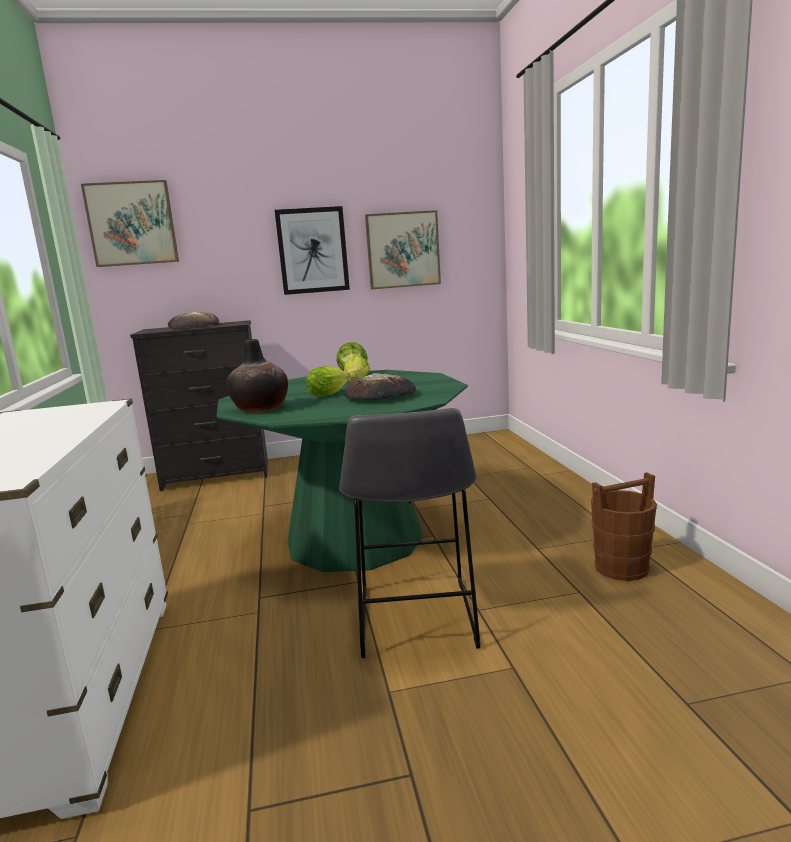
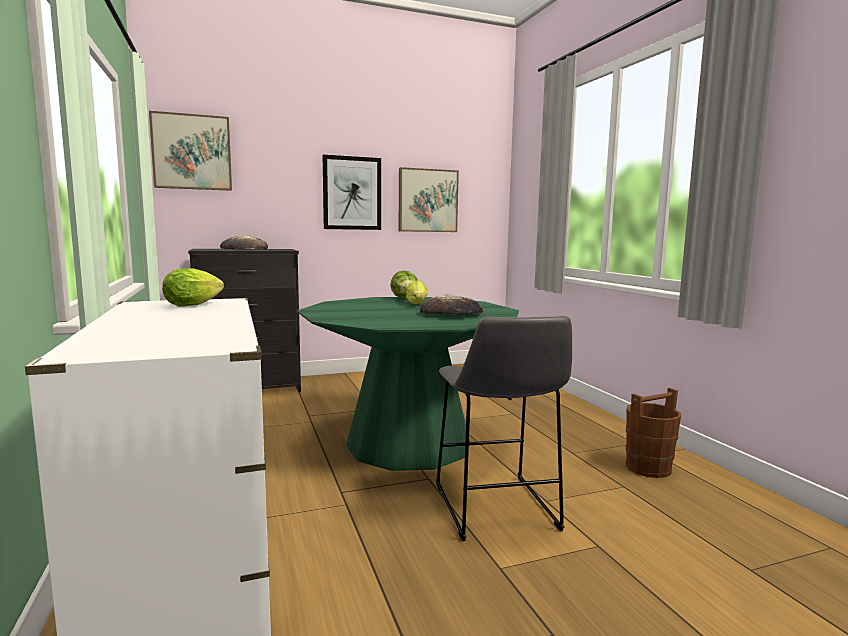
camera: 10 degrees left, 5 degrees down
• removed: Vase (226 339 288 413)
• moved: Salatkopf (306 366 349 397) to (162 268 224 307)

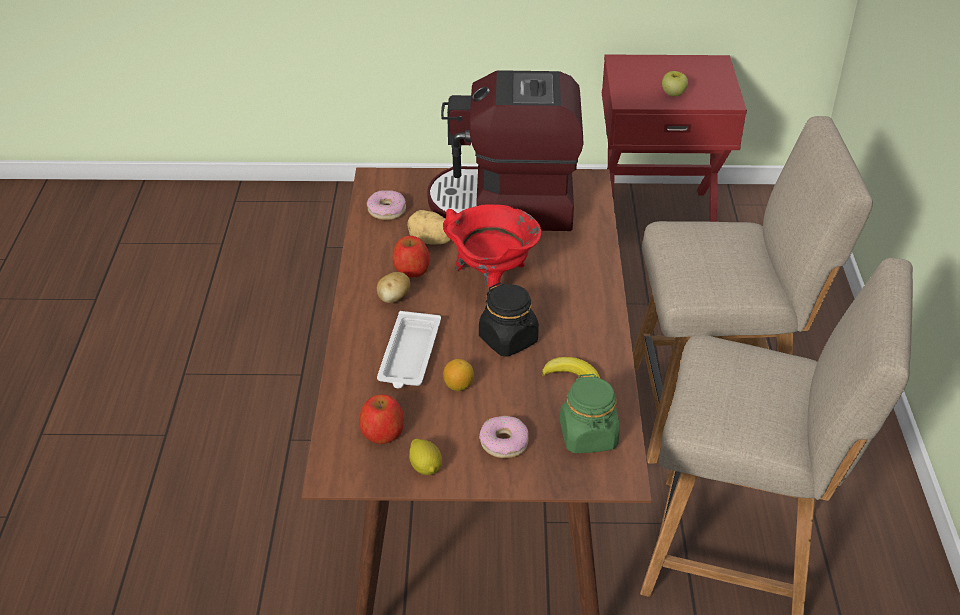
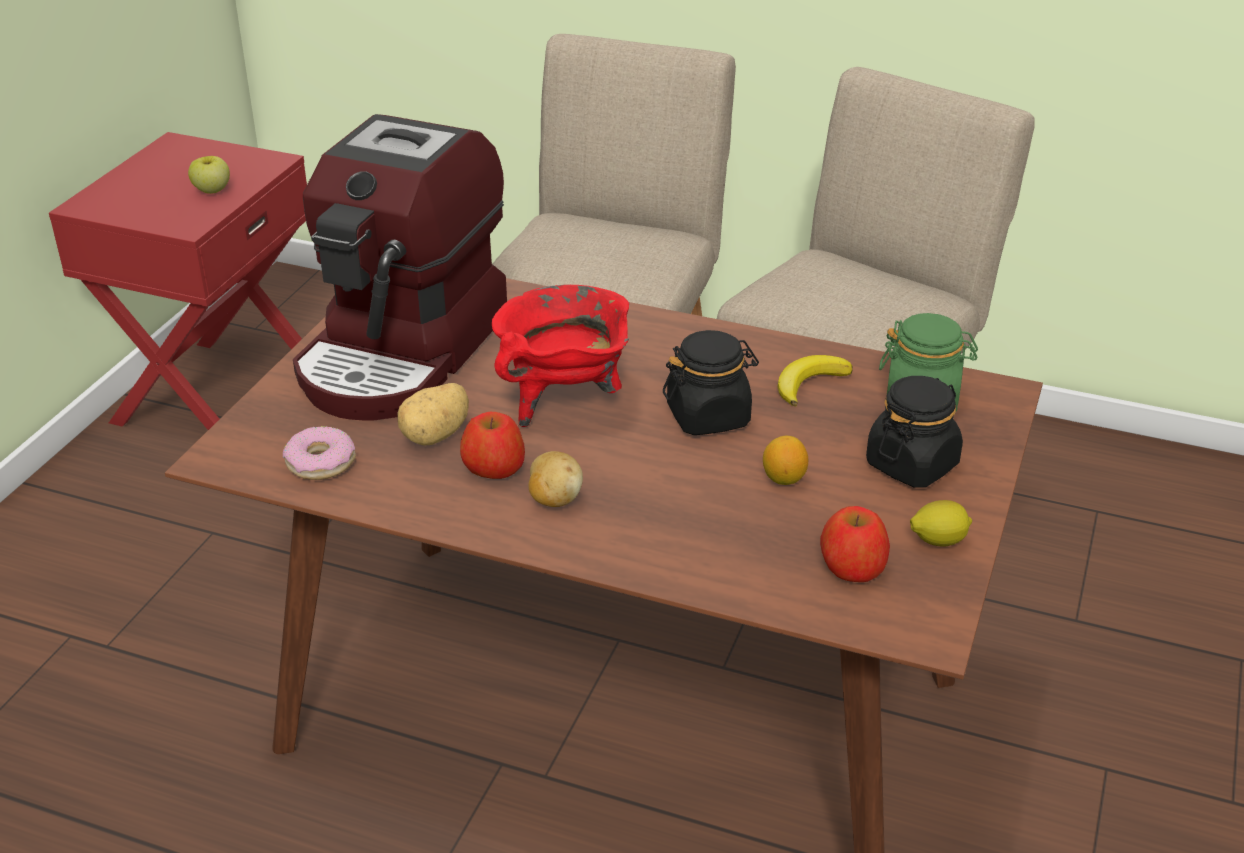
camera: 70 degrees left, 5 degrees down
• removed: Tablett [weiß] (377 311 441 388)
• replaced: Donut (479 416 529 458) to Vorratsglas [schwarz] (866 376 963 488)

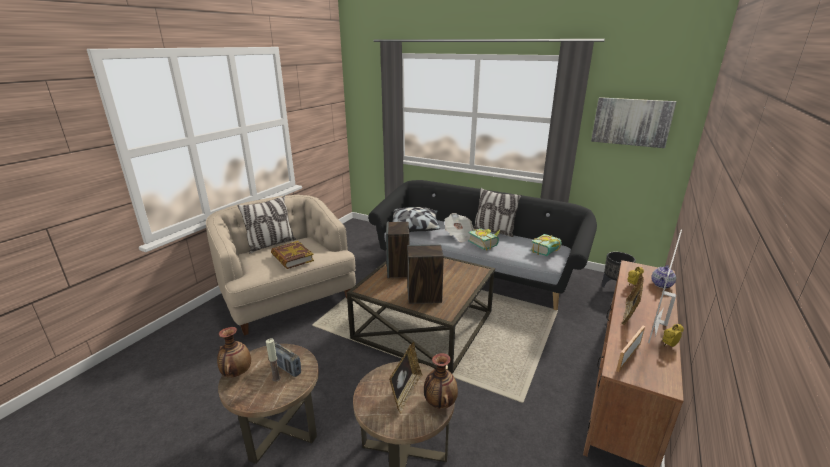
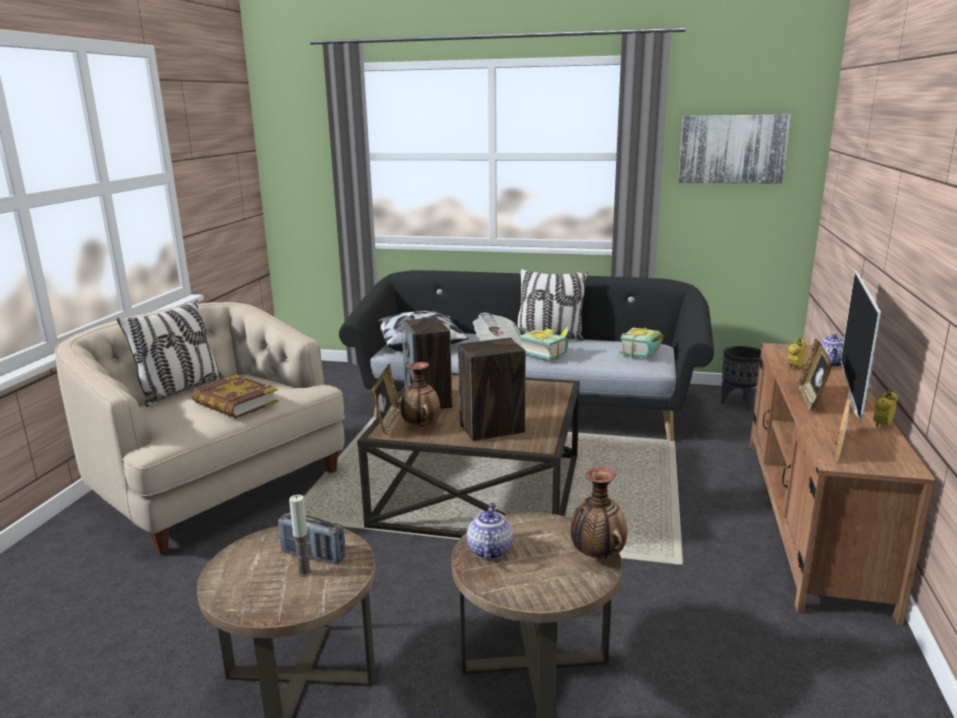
camera: 15 degrees left, 5 degrees down
• moved: Vase (217 327 251 378) to (401 362 441 427)
• moved: Bilderrahmen (389 342 423 414) to (371 364 401 435)
• added: Teekanne (467 503 513 560)

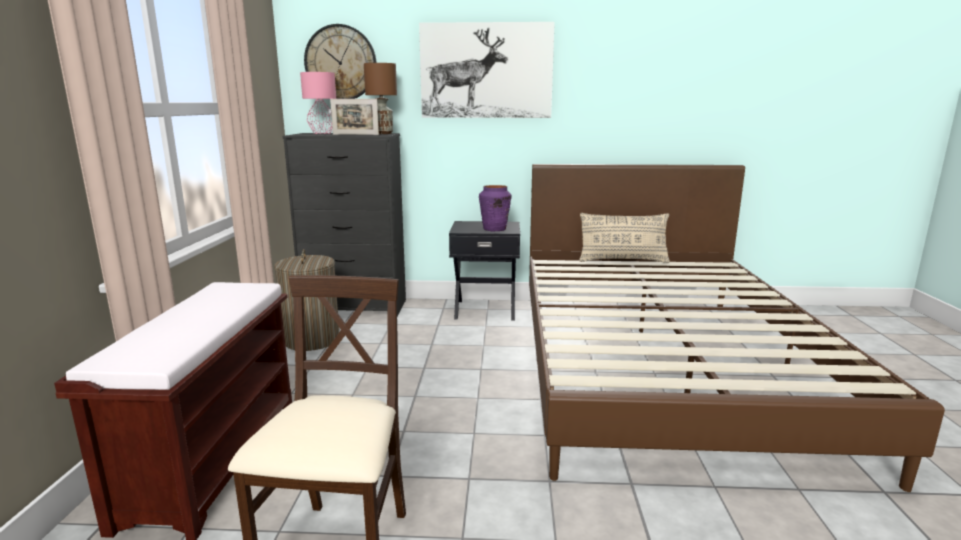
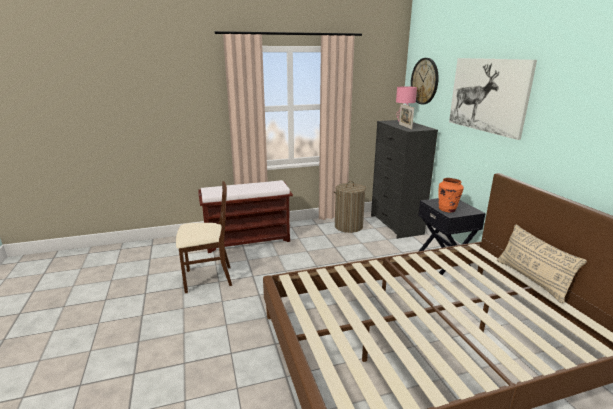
camera: 70 degrees right, 5 degrees up
• removed: Tischlampe [braun] (364 63 397 134)
• recoloured: Vase [lila] (479 185 511 231) to Vase [orange] (438 178 464 213)

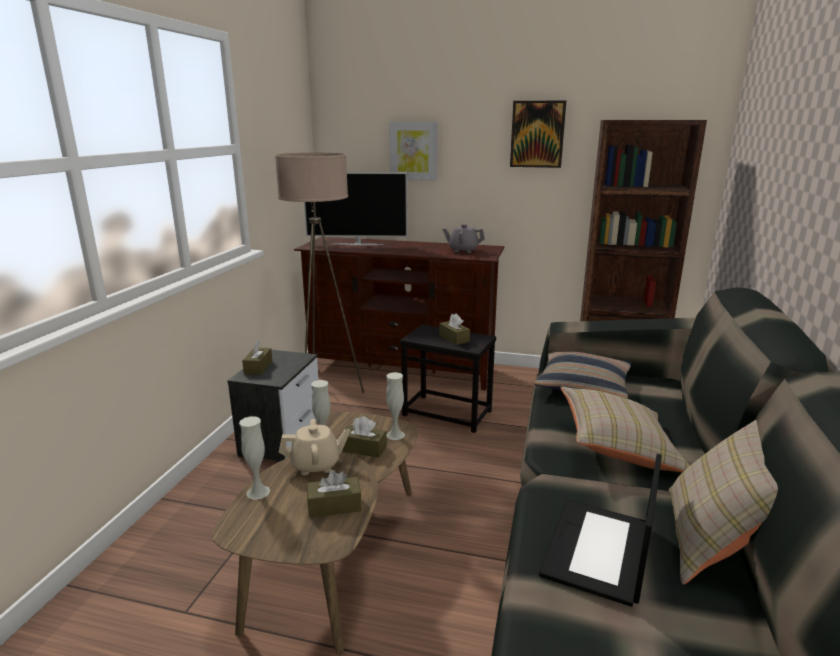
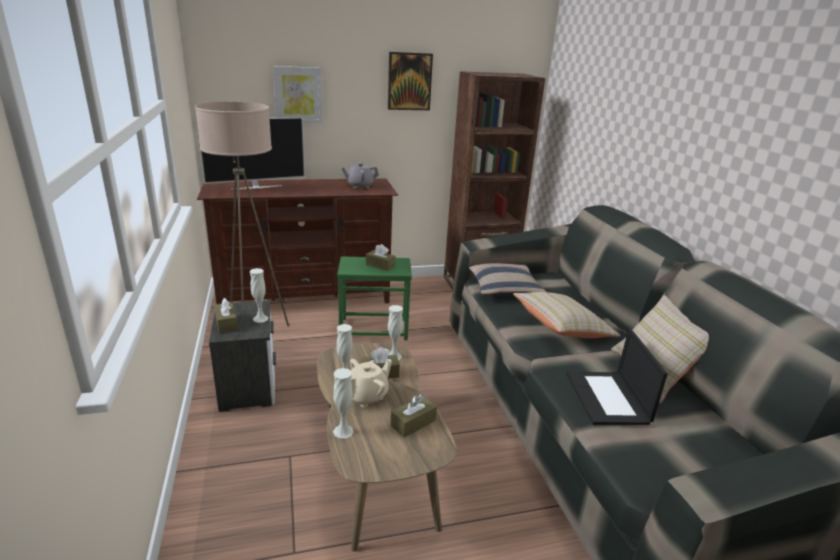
camera: 30 degrees left, 5 degrees up
• recoloured: Beistelltisch [schwarz] (400 324 496 433) to Beistelltisch [grün] (337 256 412 340)
• added: Vase [weiß] (250 268 268 323)

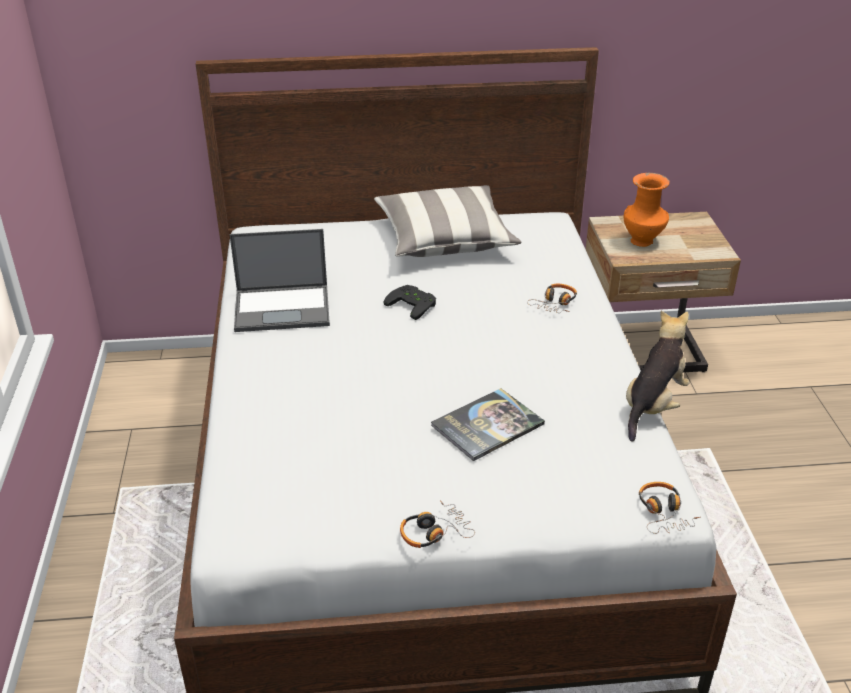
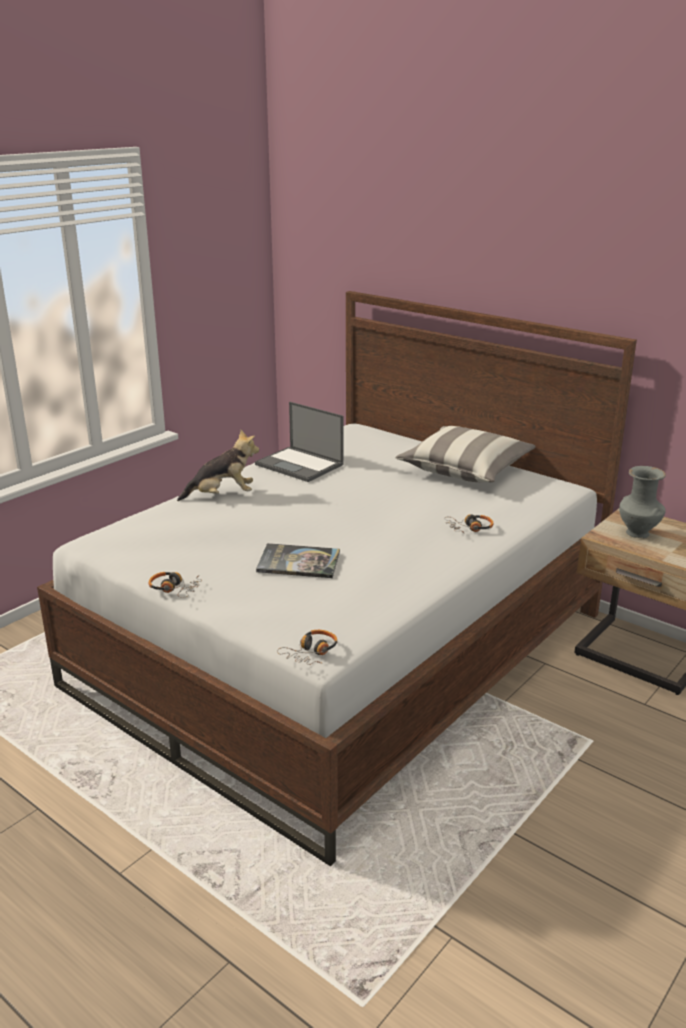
camera: 45 degrees right, 10 degrees down
• recoloured: Vase [orange] (624 173 670 247) to Vase [grau] (619 466 666 538)
• removed: Gamepad [schwarz] (383 285 436 320)
• moved: Plüschtier (626 311 689 441) to (177 430 259 501)

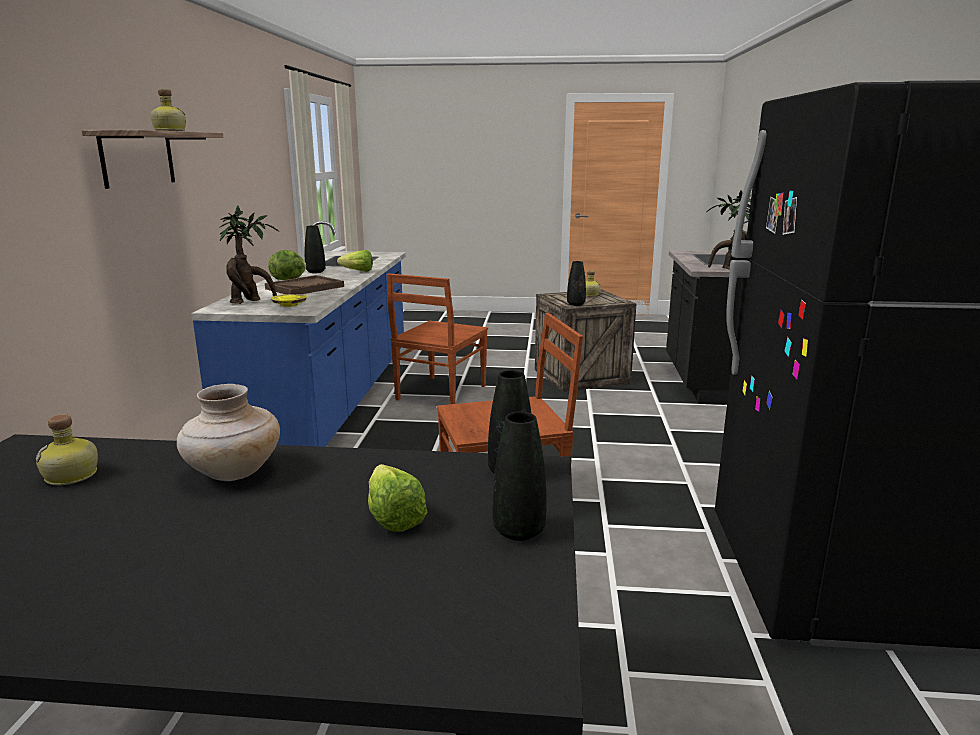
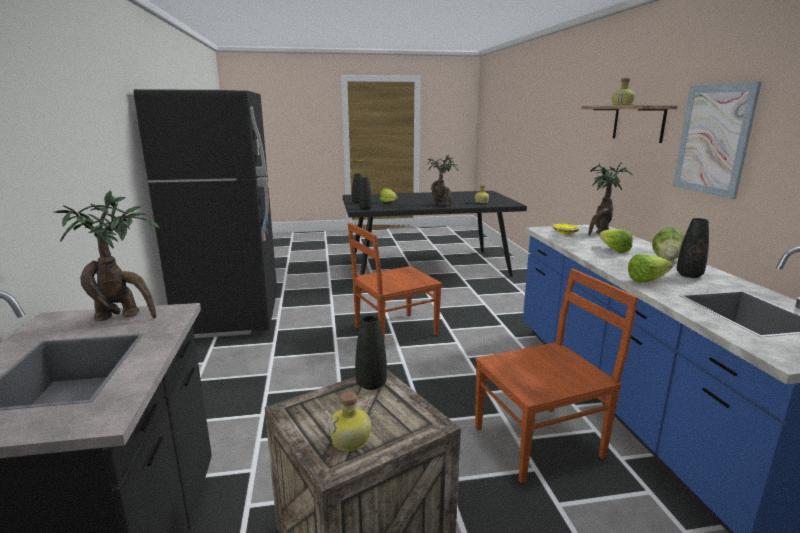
camera: 165 degrees right, 0 degrees up
• turned: Stuhl [braun] (386 273 488 404) = (475 269 638 483) 60 degrees clockwise
• replaced: Tablett [braun] (265 275 344 294) to Salatkopf (599 229 633 253)
• replaced: Vase [beige] (177 384 280 481) to Topfpflanze (427 154 458 207)
• added: Bild (673 82 762 199)

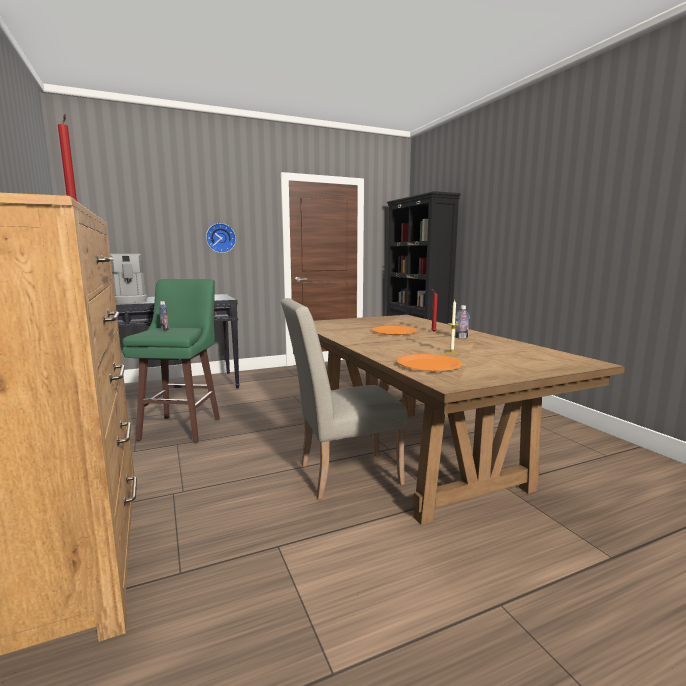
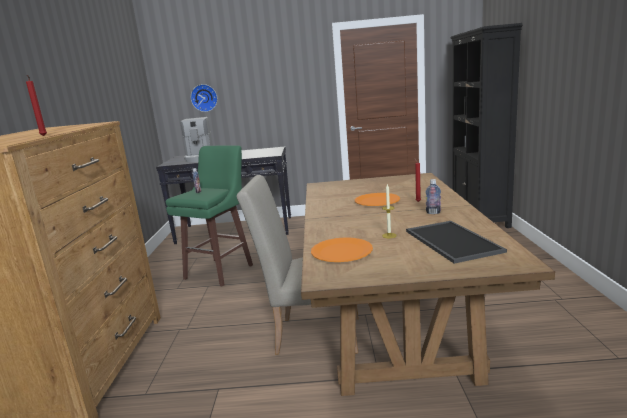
camera: 25 degrees right, 5 degrees up
• moved: Wanduhr (206 223 236 253) to (191 84 218 112)
• added: Tablett (406 221 507 264)

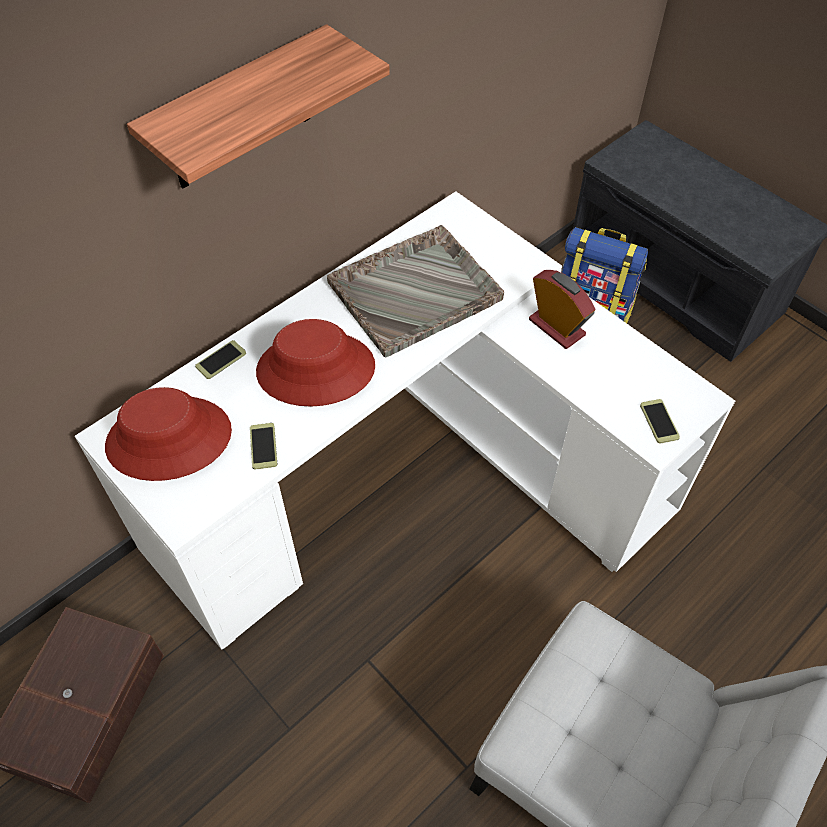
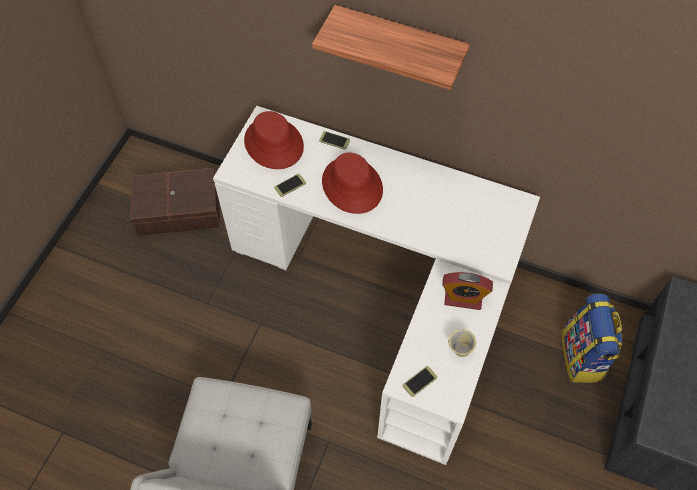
camera: 65 degrees right, 5 degrees up
• removed: Tablett [grau] (327 225 504 357)
• turned: Wecker (529 270 595 349) = (442 272 493 310) 75 degrees clockwise
• added: Henkelbecher [beige] (448 329 476 357)

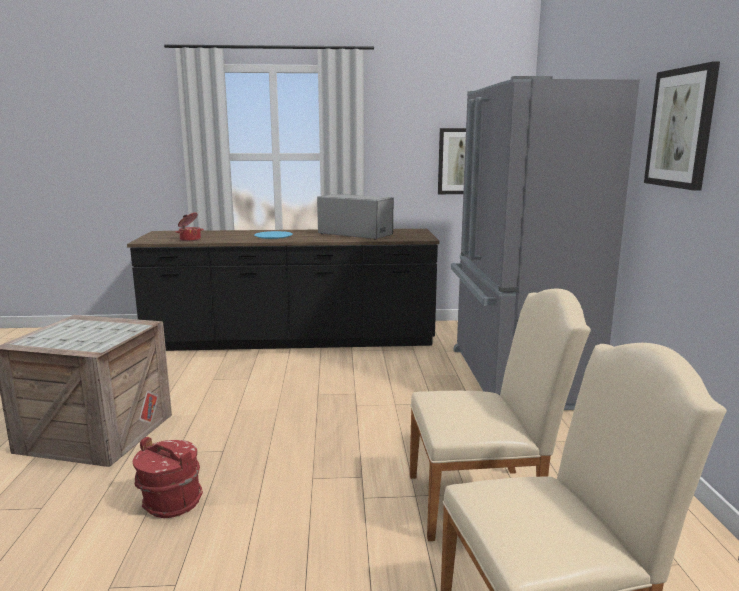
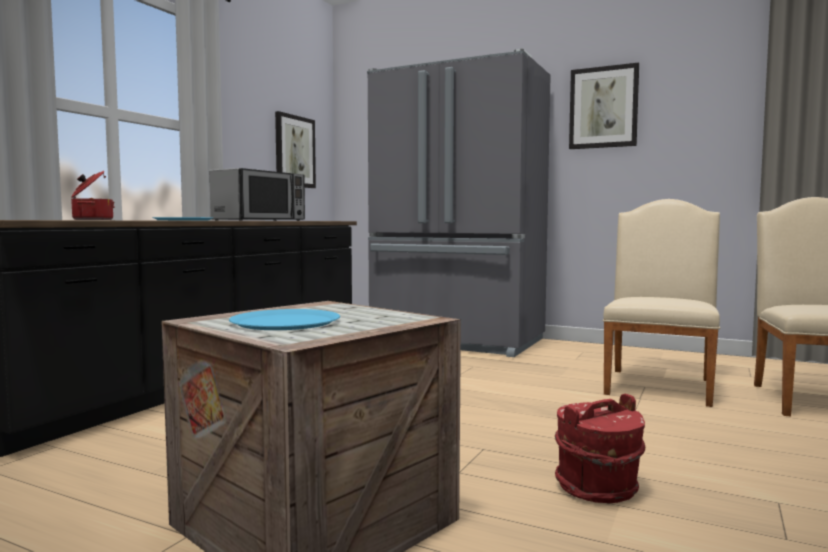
camera: 60 degrees left, 10 degrees down
• turned: Mikrowelle (317 194 393 240) = (209 168 305 221) 150 degrees clockwise
• added: Teller [blau] (229 309 340 330)

